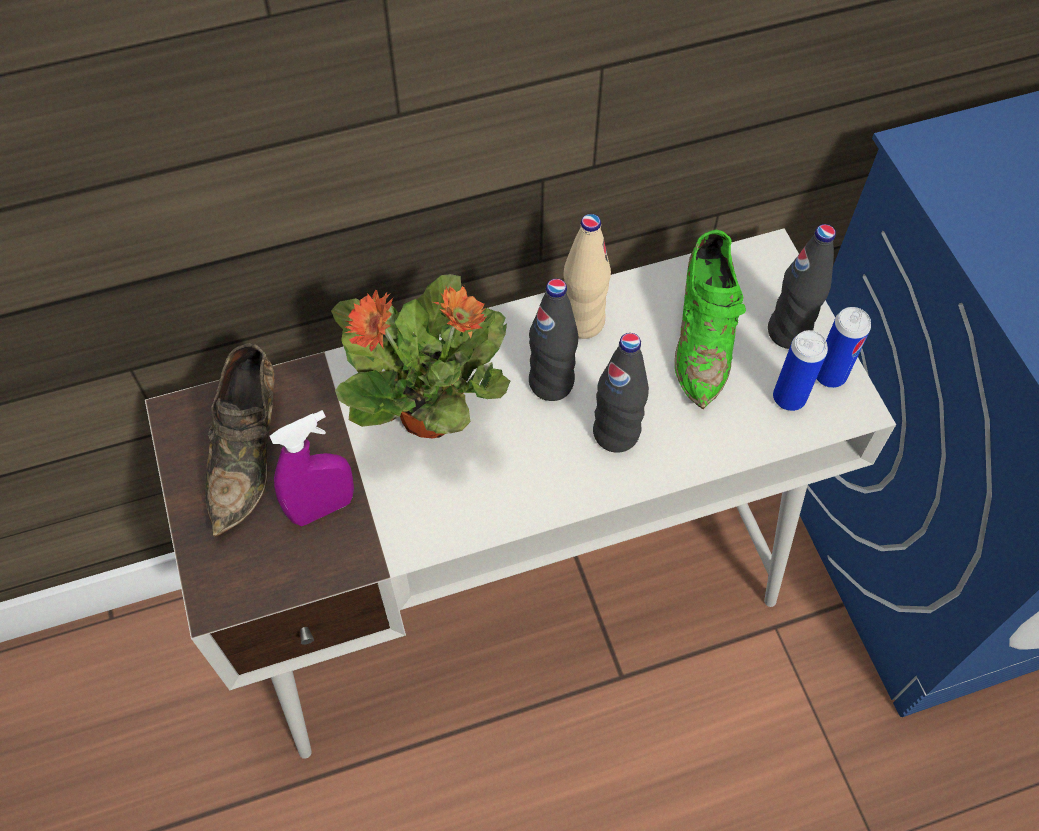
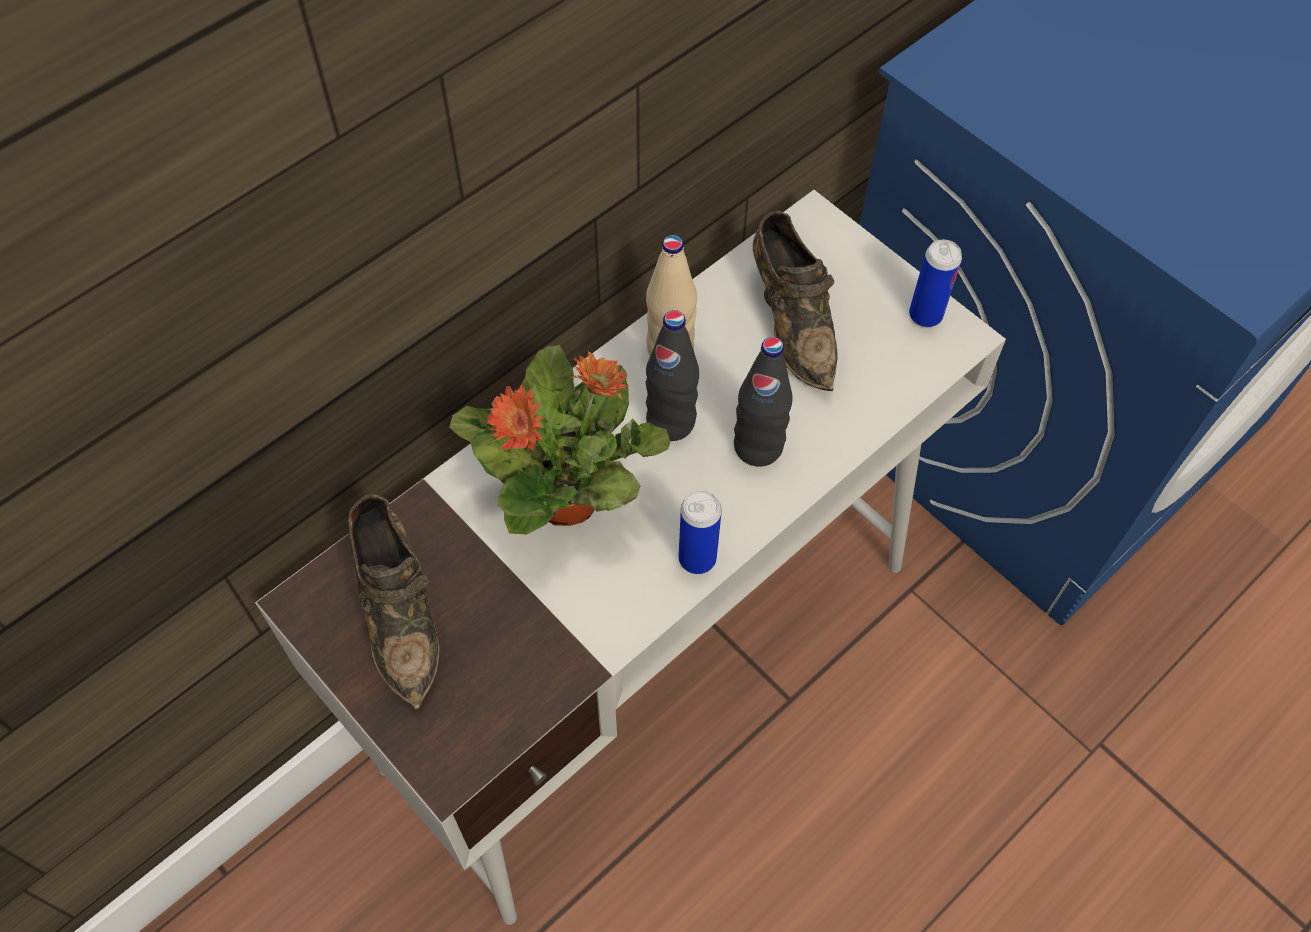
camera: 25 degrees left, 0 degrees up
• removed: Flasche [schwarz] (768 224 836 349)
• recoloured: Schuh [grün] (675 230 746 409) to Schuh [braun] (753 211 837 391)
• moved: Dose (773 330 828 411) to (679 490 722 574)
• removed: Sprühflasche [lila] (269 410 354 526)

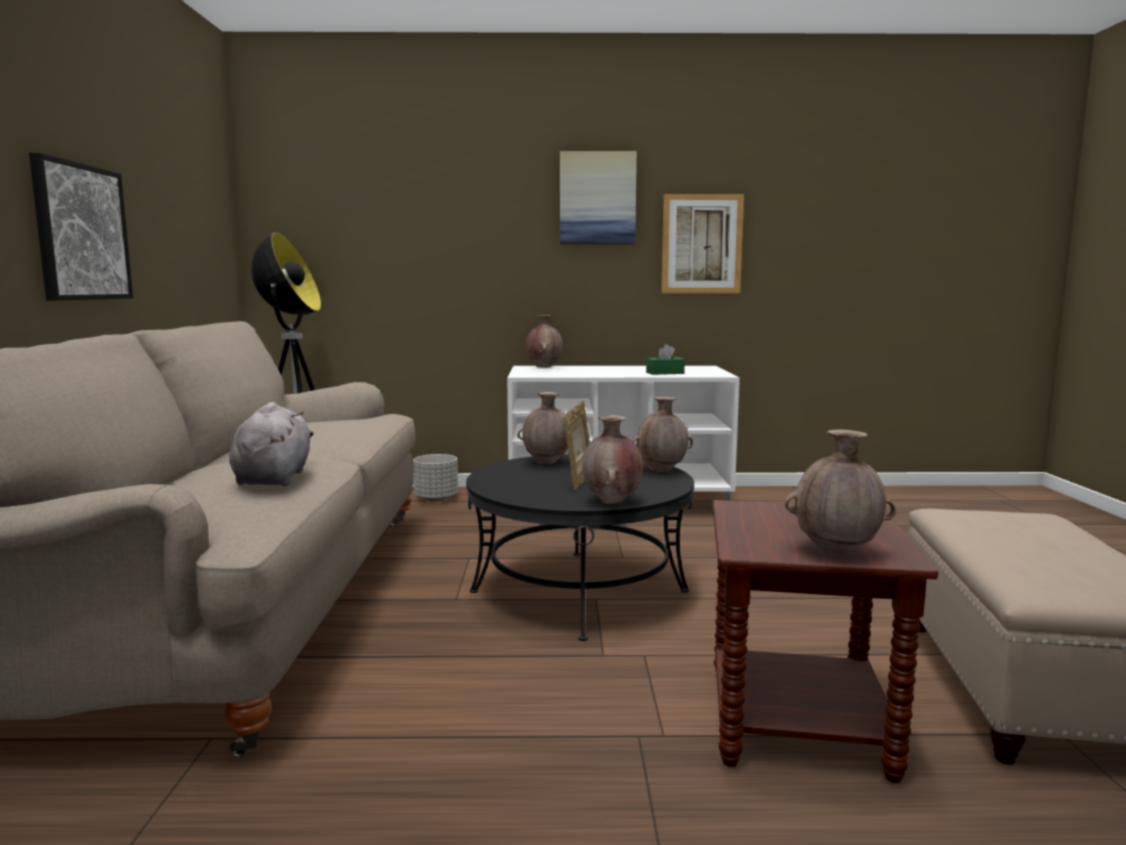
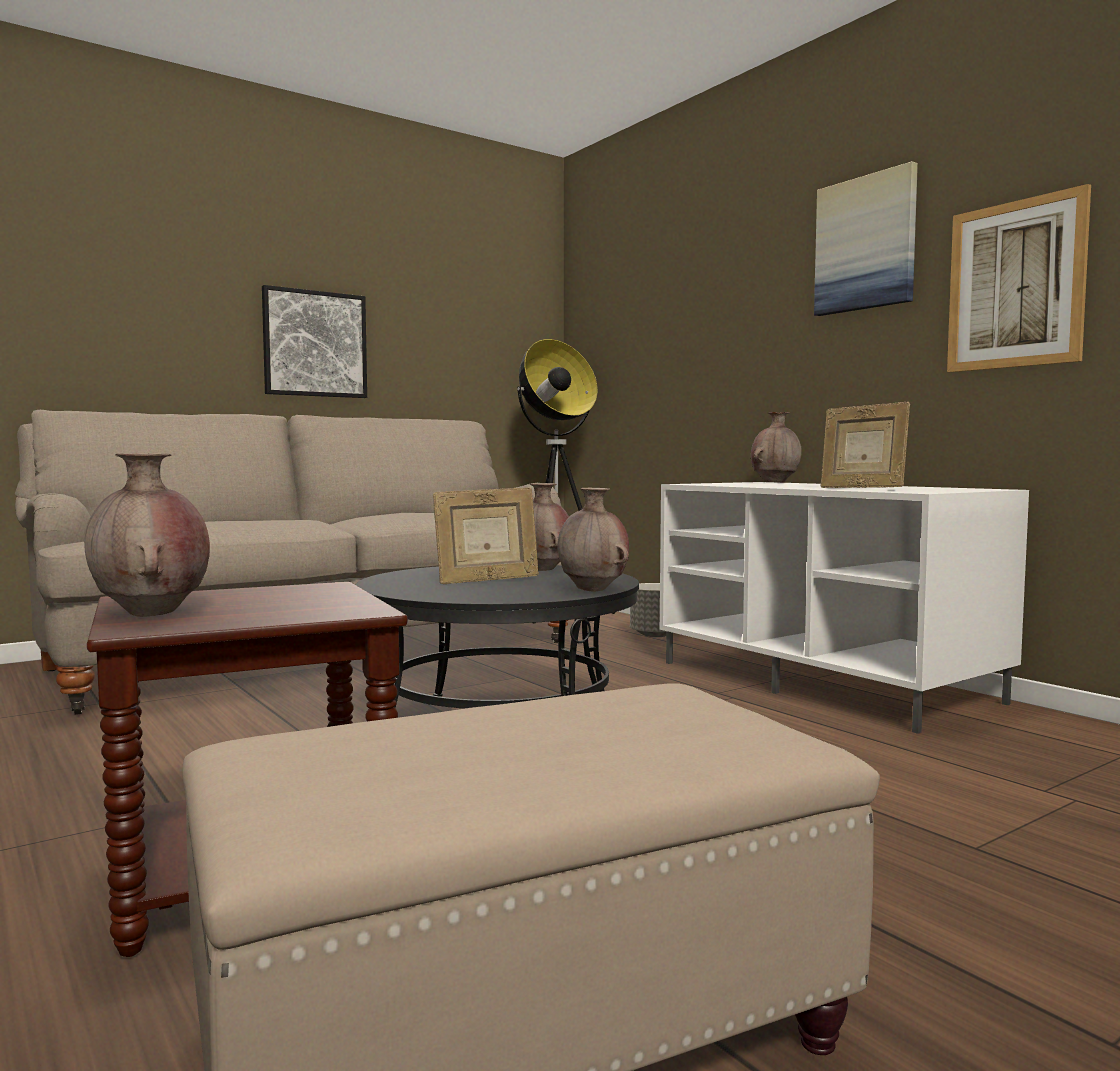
camera: 55 degrees right, 5 degrees down
• replaced: Taschentuchbox [grün] (646 344 685 375) to Bilderrahmen (821 402 910 488)
• removed: Plüschtier [grau] (229 402 314 486)
• removed: Vase [braun] (582 415 643 504)

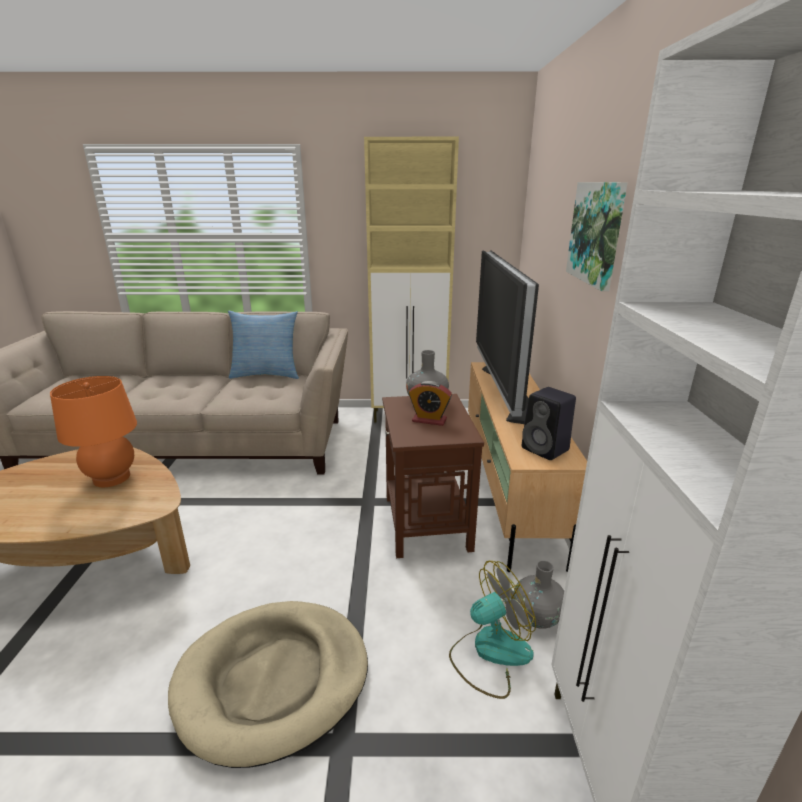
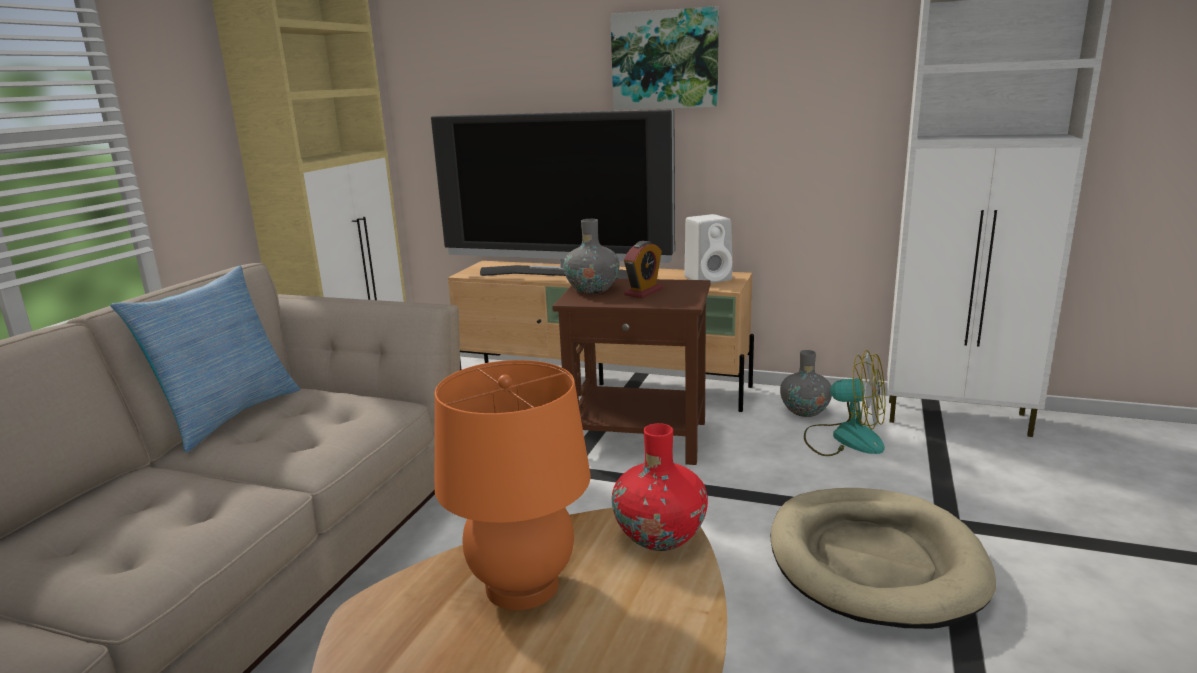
camera: 70 degrees left, 5 degrees down
• recoloured: Lautsprecher [schwarz] (522 387 576 460) to Lautsprecher [weiß] (684 214 732 283)
• turned: Ventilator (449 561 536 699) = (804 350 885 456) 120 degrees clockwise
• added: Vase [rot] (612 423 708 551)

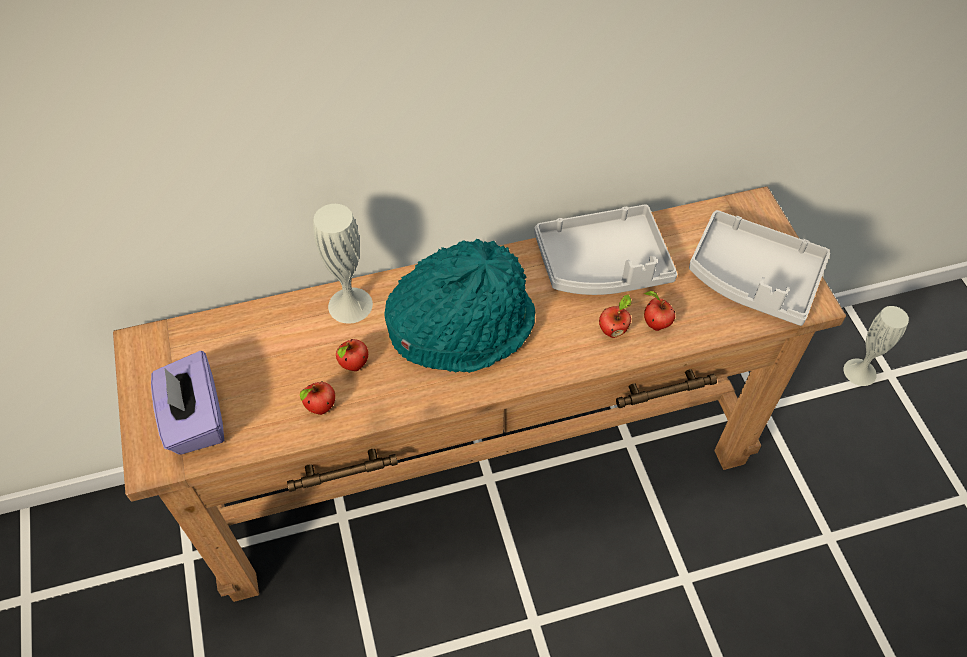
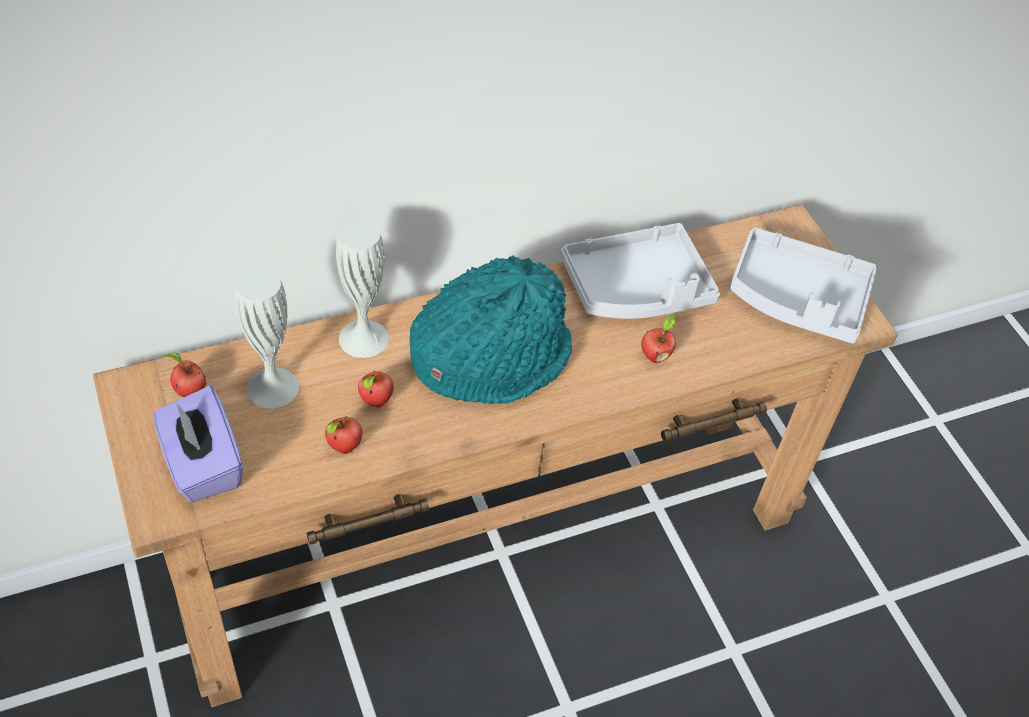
camera: 10 degrees left, 5 degrees down
• moved: Apfel (644 291 675 331) to (163 352 206 397)
• moved: Vase [weiß] (844 306 909 386) to (235 268 299 408)

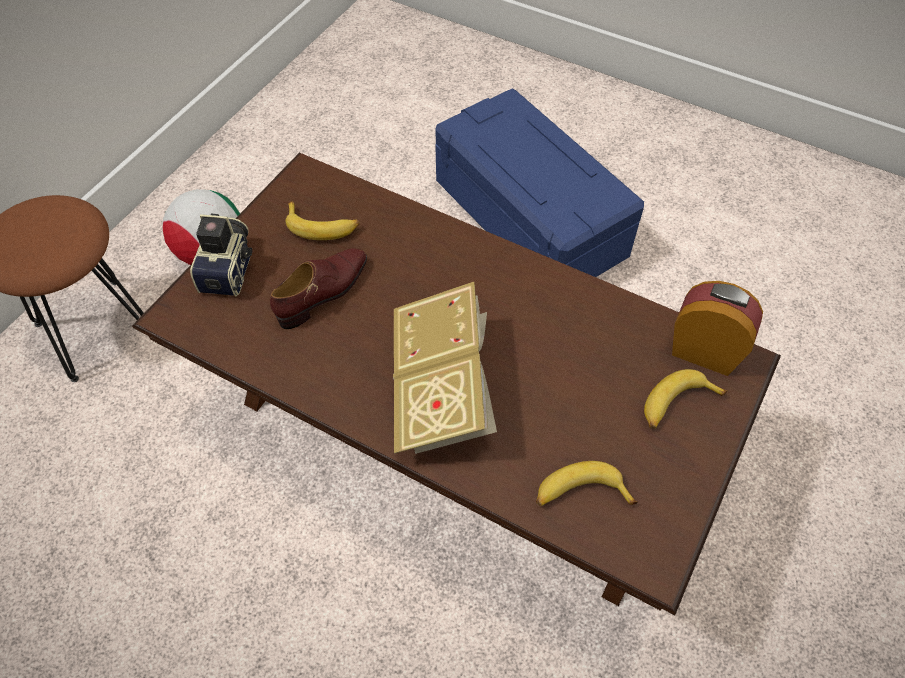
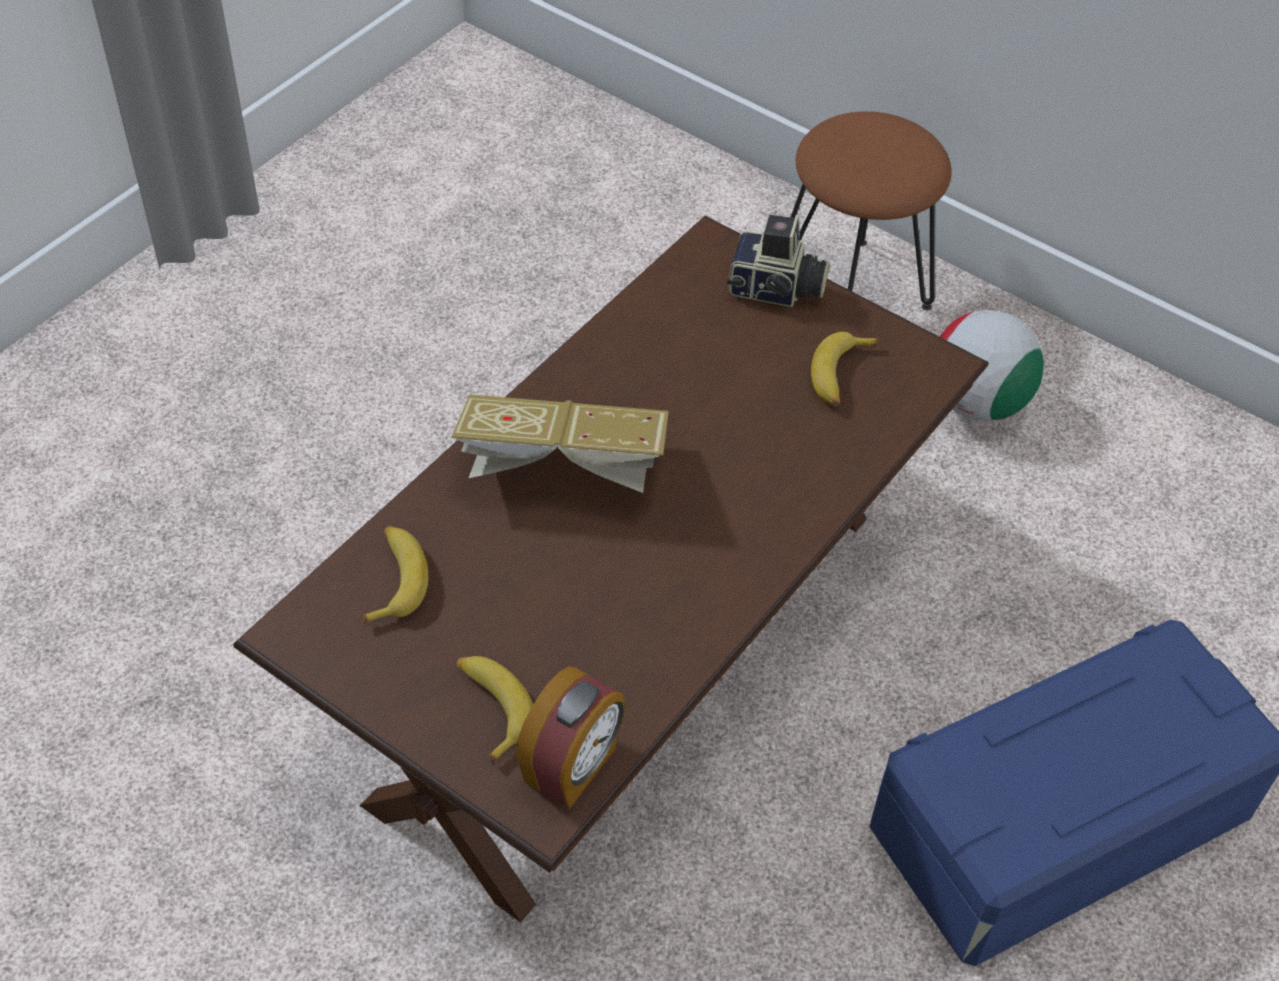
camera: 95 degrees right, 5 degrees down
• removed: Schuh [braun] (270 248 367 329)

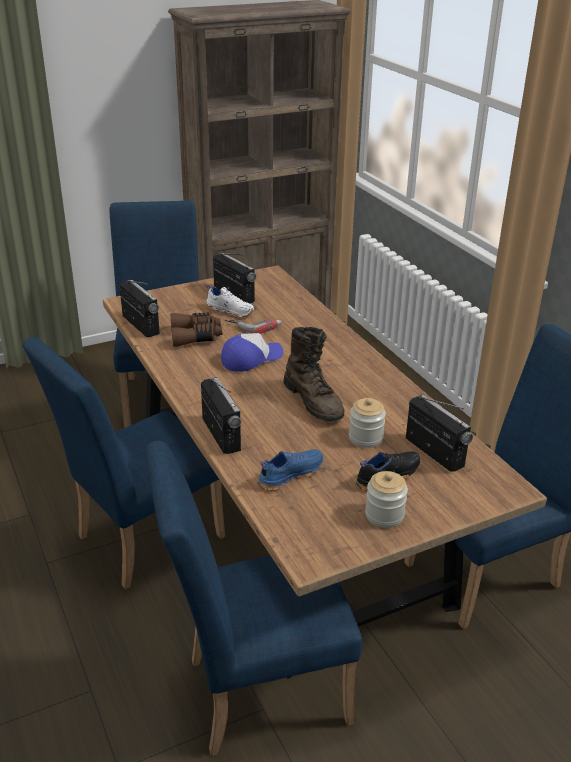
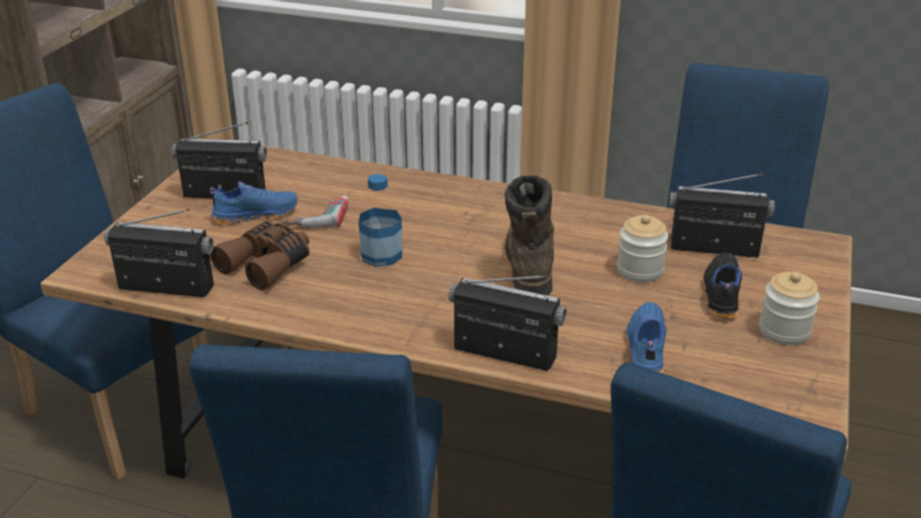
camera: 45 degrees left, 0 degrees up
• recoloured: Schuh [weiß] (205 284 255 317) to Schuh [blau] (210 182 298 225)
• turned: Stiefel [braun] (283 327 344 421) = (505 175 554 295) 105 degrees counterclockwise
• replaced: Kappe (221 333 283 372) to Flasche (359 174 402 267)

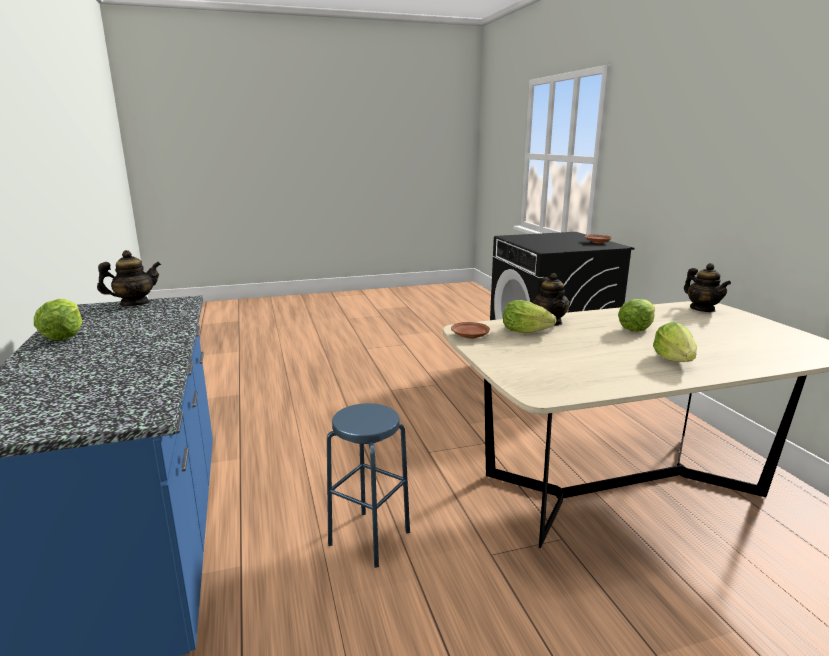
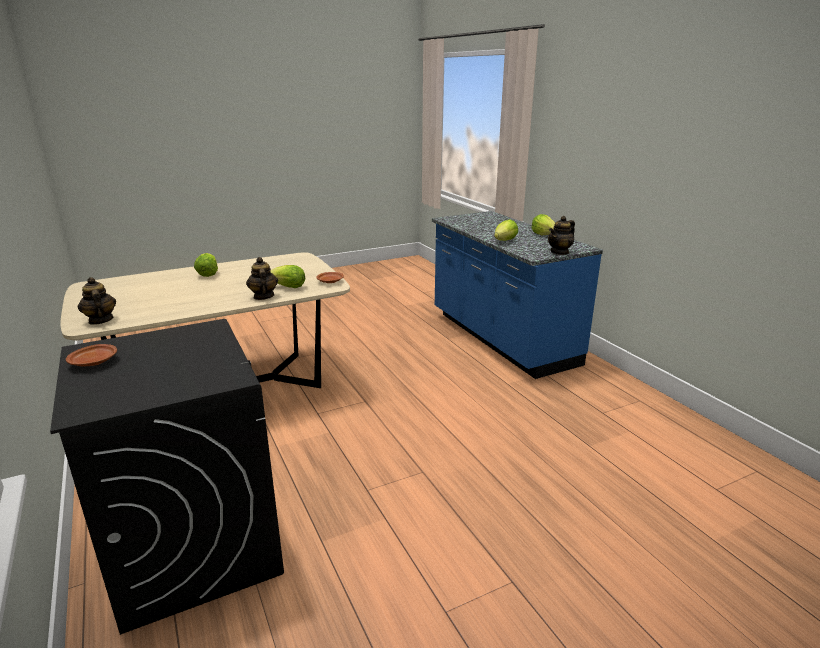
camera: 170 degrees right, 5 degrees up
• moved: Salatkopf (618 299 655 332) to (494 219 518 241)
• removed: Hocker [blau] (327 403 410 568)

